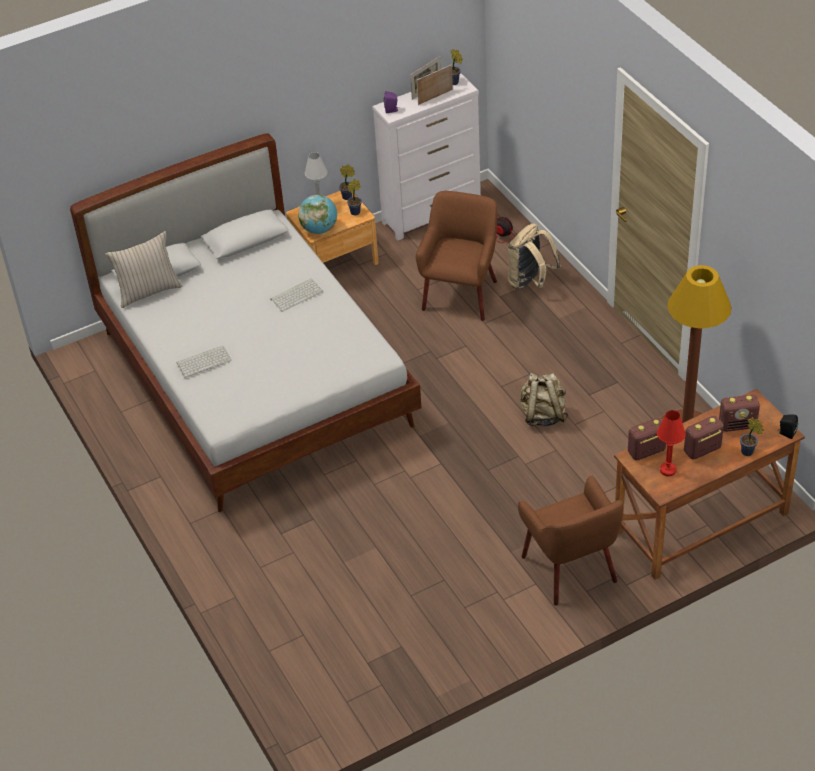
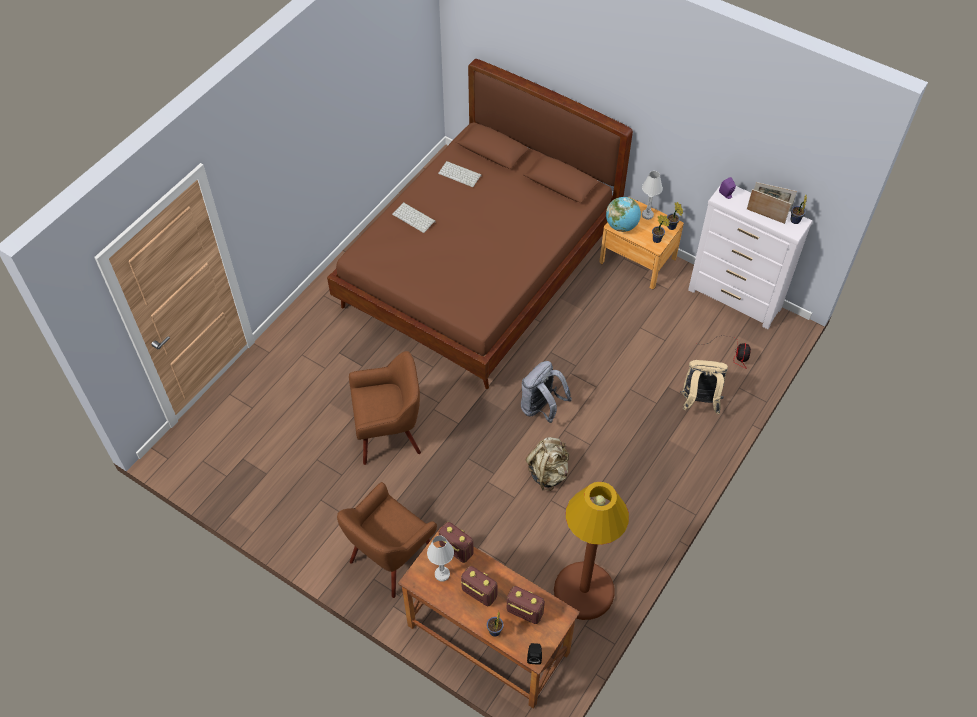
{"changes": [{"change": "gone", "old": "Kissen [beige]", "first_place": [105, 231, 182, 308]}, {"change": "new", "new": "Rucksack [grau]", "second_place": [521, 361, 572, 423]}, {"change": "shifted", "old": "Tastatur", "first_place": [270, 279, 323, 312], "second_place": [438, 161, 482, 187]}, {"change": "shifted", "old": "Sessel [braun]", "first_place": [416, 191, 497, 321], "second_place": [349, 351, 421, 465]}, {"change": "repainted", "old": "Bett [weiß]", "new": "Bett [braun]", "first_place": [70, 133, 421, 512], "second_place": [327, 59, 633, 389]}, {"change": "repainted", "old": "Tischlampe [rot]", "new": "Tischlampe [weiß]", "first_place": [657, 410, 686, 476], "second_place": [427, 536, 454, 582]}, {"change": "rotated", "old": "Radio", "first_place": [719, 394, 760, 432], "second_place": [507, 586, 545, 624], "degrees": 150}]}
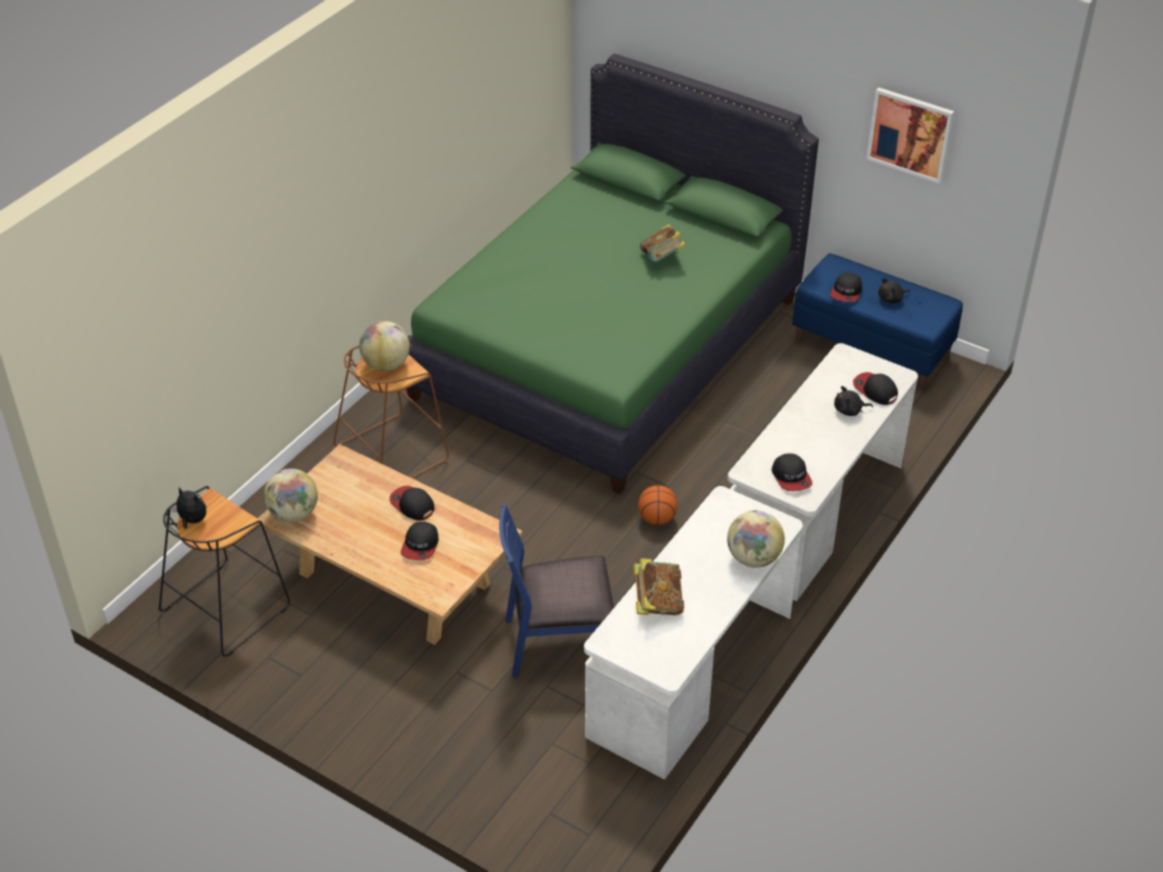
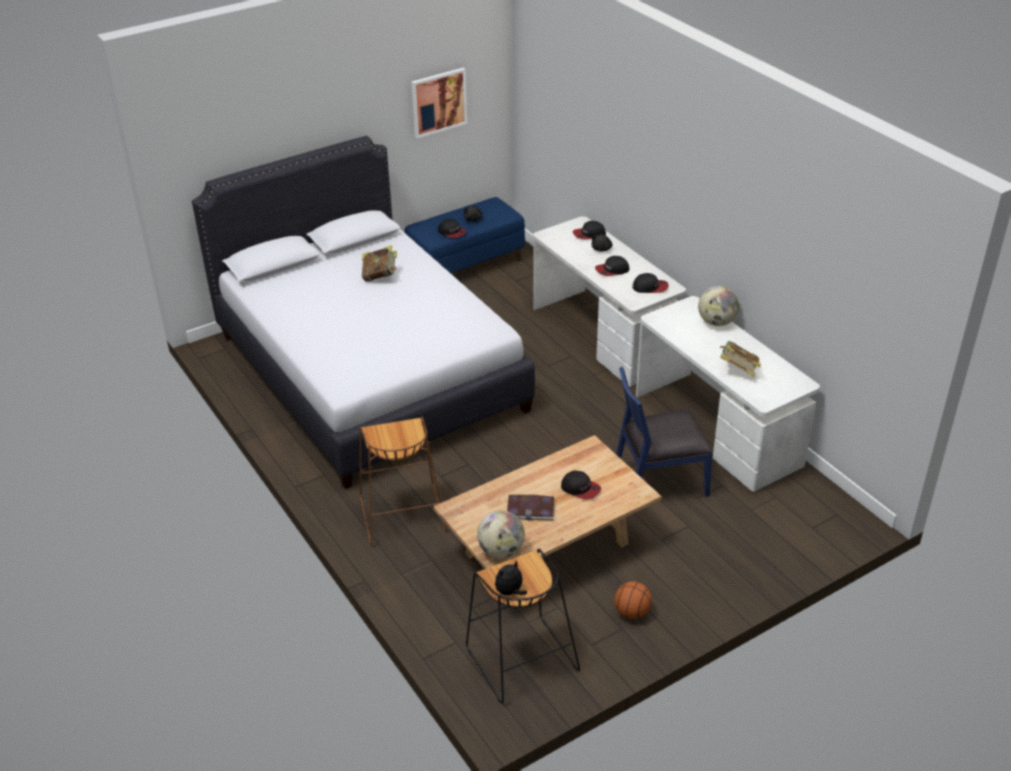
{"changes": [{"change": "gone", "old": "Globus", "first_place": [359, 321, 410, 371]}, {"change": "new", "new": "Buch", "second_place": [507, 495, 555, 520]}, {"change": "shifted", "old": "Kappe", "first_place": [390, 486, 435, 520], "second_place": [595, 256, 630, 276]}, {"change": "shifted", "old": "Basketball", "first_place": [638, 485, 678, 525], "second_place": [615, 581, 652, 619]}, {"change": "repainted", "old": "Bett [grün]", "new": "Bett [weiß]", "first_place": [406, 54, 819, 494], "second_place": [192, 136, 535, 489]}, {"change": "rotated", "old": "Stuhl [blau]", "first_place": [499, 503, 614, 678], "second_place": [616, 366, 713, 497], "degrees": 60}]}
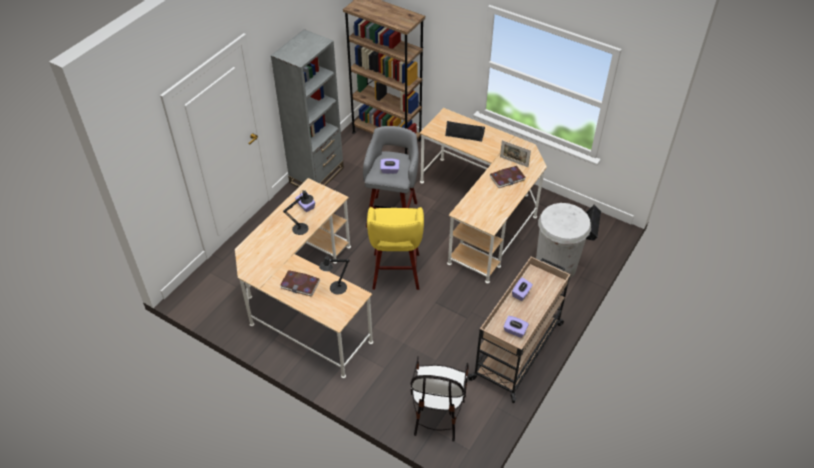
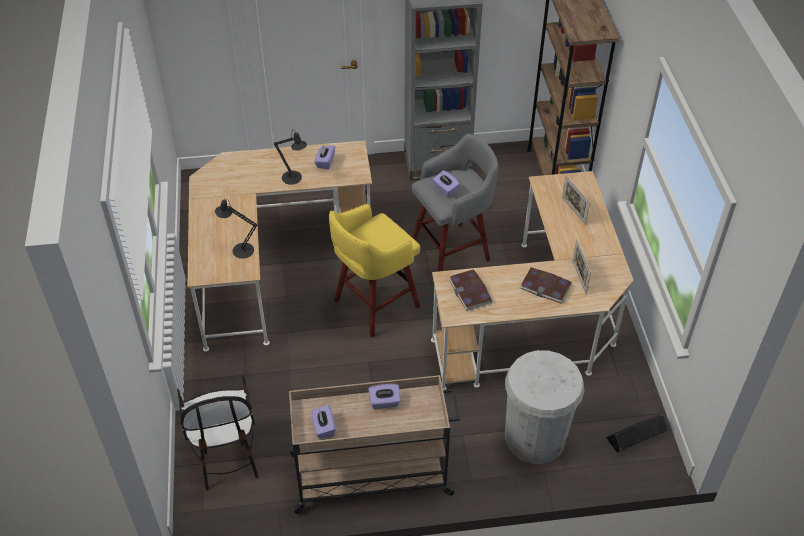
{"changes": [{"change": "shifted", "old": "Buch", "first_place": [280, 270, 320, 297], "second_place": [448, 269, 492, 311]}, {"change": "swapped", "old": "Lautsprecher [schwarz]", "new": "Bilderrahmen", "first_place": [445, 121, 485, 142], "second_place": [562, 176, 590, 225]}, {"change": "rotated", "old": "Stuhl", "first_place": [410, 356, 469, 442], "second_place": [177, 375, 259, 490], "degrees": -75}]}
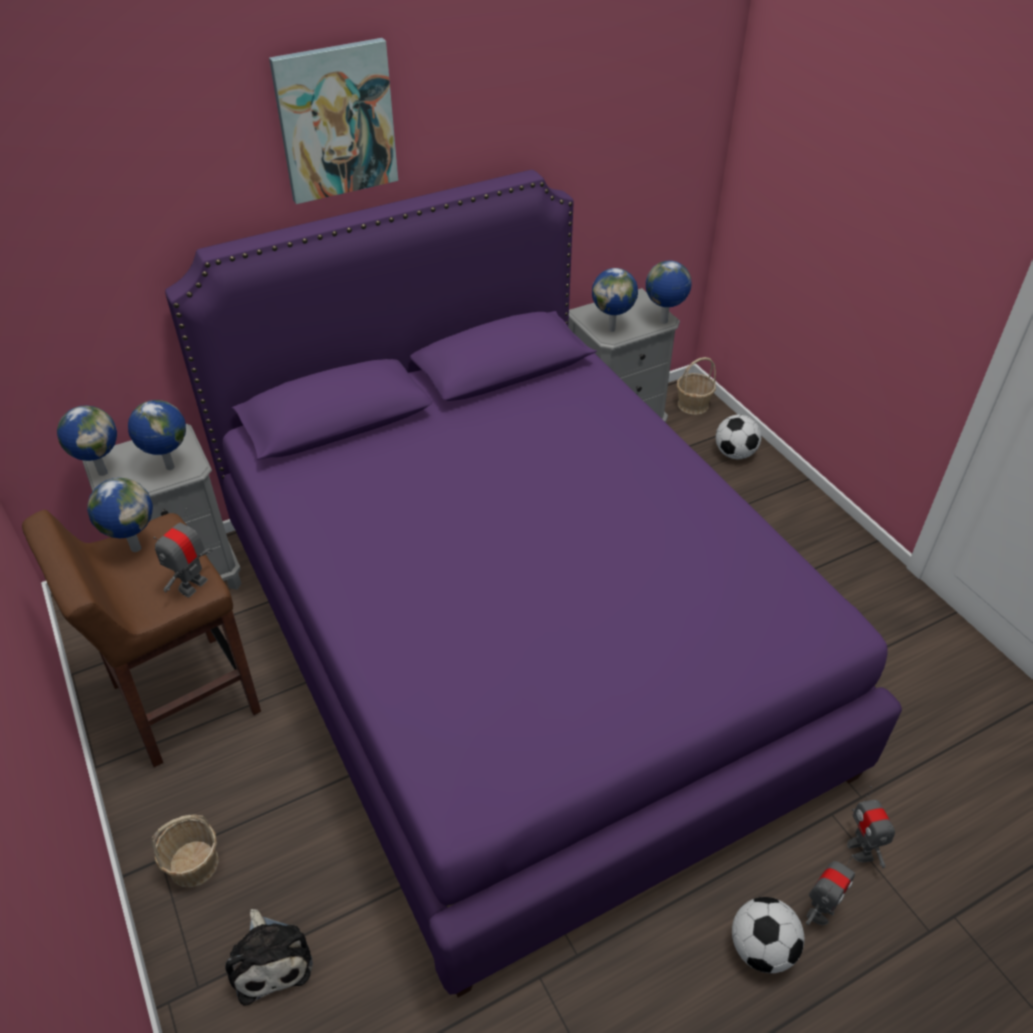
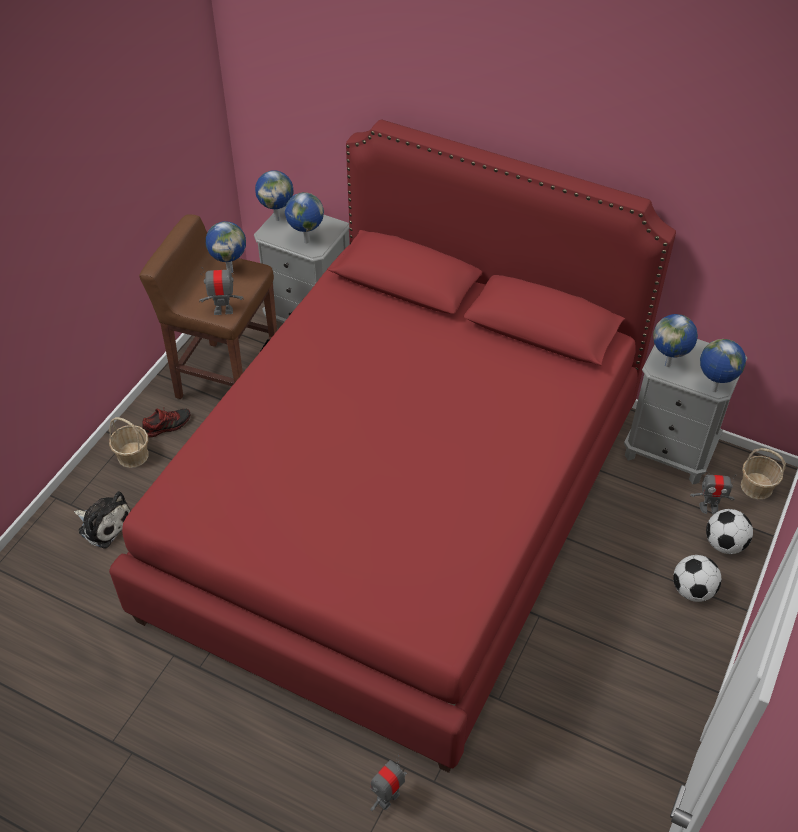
{"changes": [{"change": "gone", "old": "Bild", "first_place": [269, 38, 398, 204]}, {"change": "new", "new": "Schuh", "second_place": [142, 409, 190, 437]}, {"change": "shifted", "old": "Fußball", "first_place": [732, 897, 804, 973], "second_place": [673, 555, 721, 602]}, {"change": "shifted", "old": "Spielzeugroboter", "first_place": [806, 855, 855, 926], "second_place": [690, 471, 736, 514]}, {"change": "repainted", "old": "Bett [lila]", "new": "Bett [rot]", "first_place": [165, 170, 902, 997], "second_place": [109, 119, 676, 773]}, {"change": "rotated", "old": "Plüschtier", "first_place": [225, 909, 313, 1005], "second_place": [74, 491, 130, 548], "degrees": -90}]}
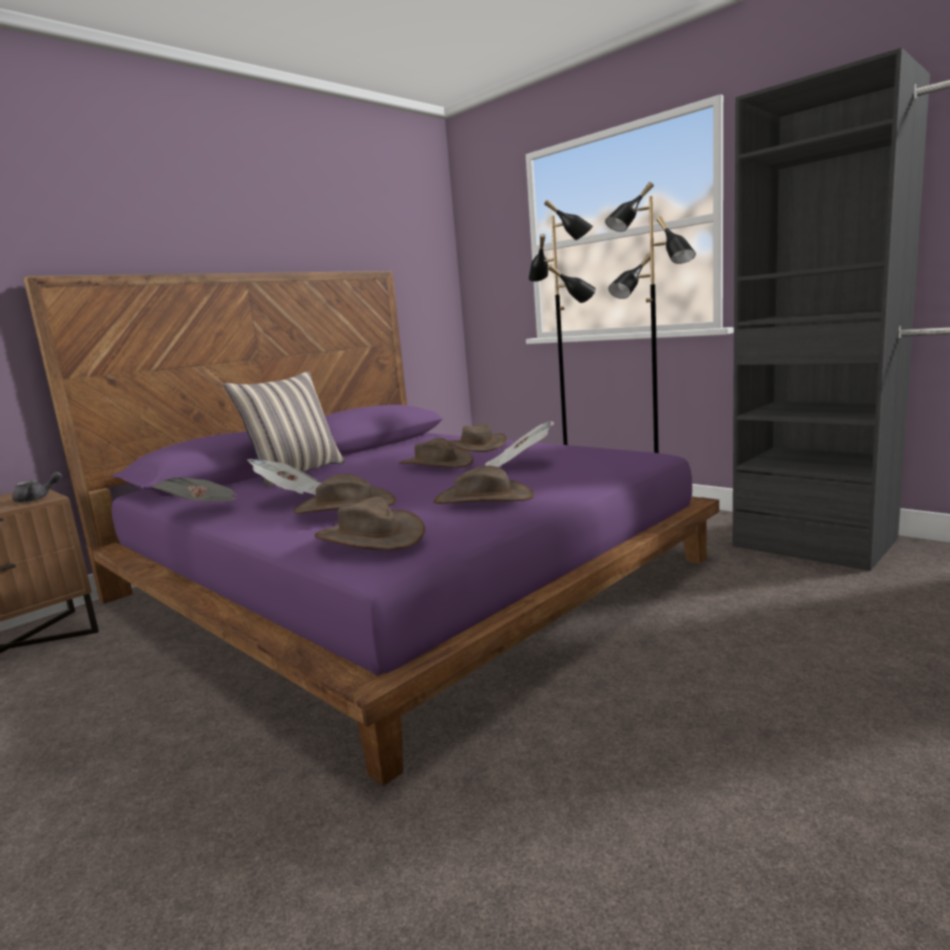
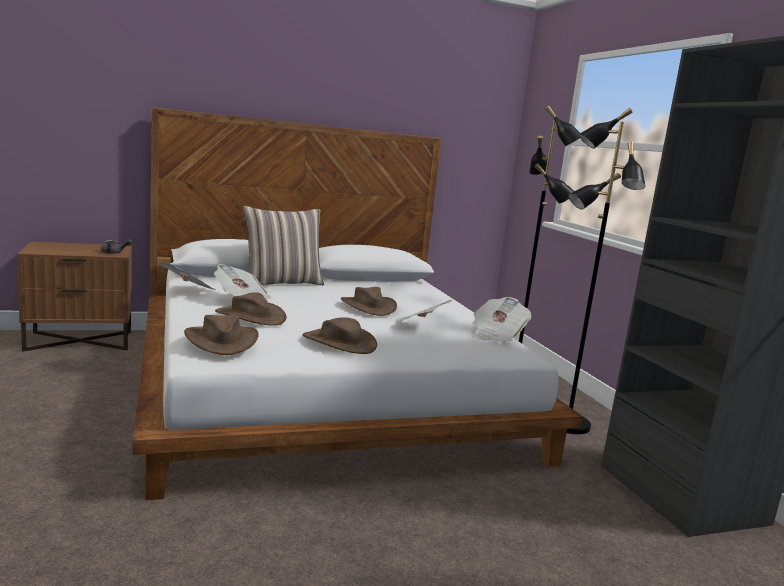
{"changes": [{"change": "gone", "old": "Hut [braun]", "first_place": [447, 424, 507, 452]}, {"change": "new", "new": "Zeitung", "second_place": [473, 297, 532, 341]}, {"change": "repainted", "old": "Bett [lila]", "new": "Bett [weiß]", "first_place": [23, 271, 719, 786], "second_place": [132, 107, 583, 500]}]}
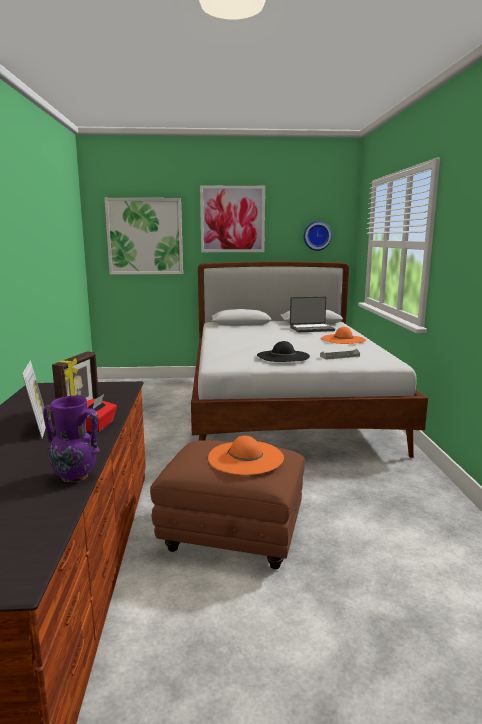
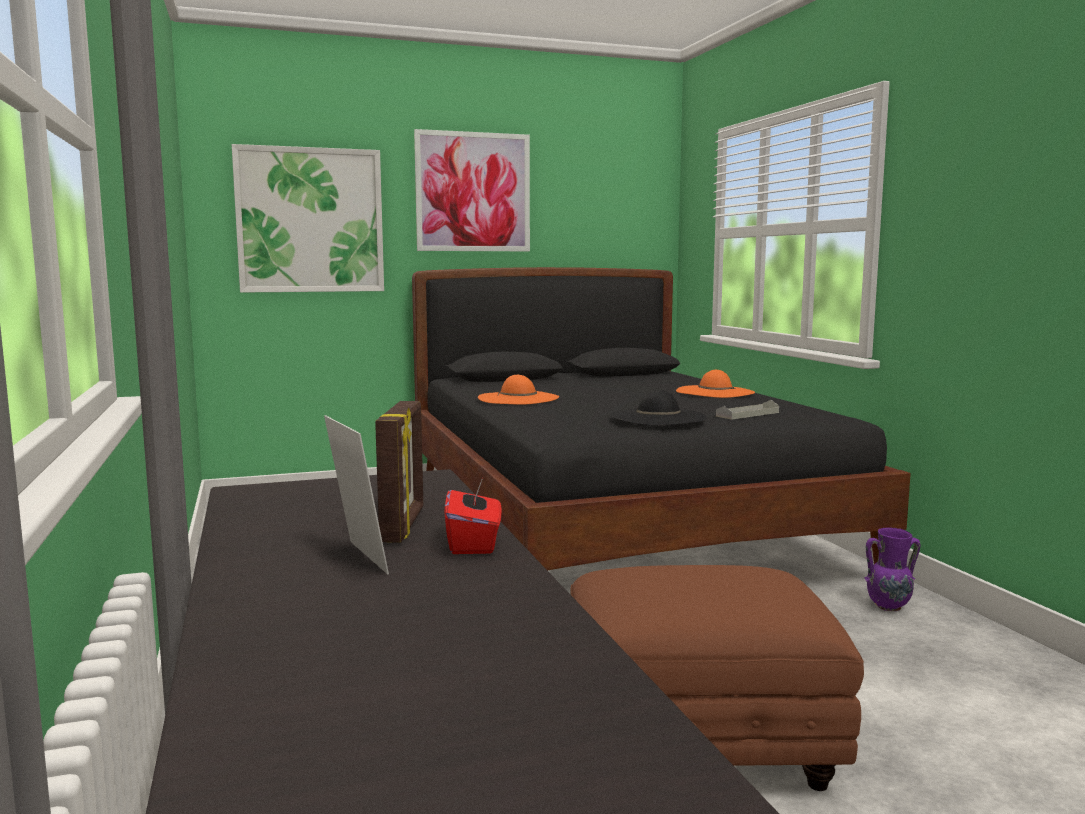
{"changes": [{"change": "gone", "old": "Laptop", "first_place": [290, 297, 335, 332]}, {"change": "gone", "old": "Wanduhr", "first_place": [304, 221, 332, 251]}, {"change": "shifted", "old": "Vase [lila]", "first_place": [43, 396, 100, 482], "second_place": [865, 527, 920, 611]}, {"change": "shifted", "old": "Hut [orange]", "first_place": [208, 436, 284, 475], "second_place": [478, 375, 559, 405]}, {"change": "repainted", "old": "Bett [weiß]", "new": "Bett [schwarz]", "first_place": [191, 261, 428, 458], "second_place": [412, 267, 911, 570]}]}
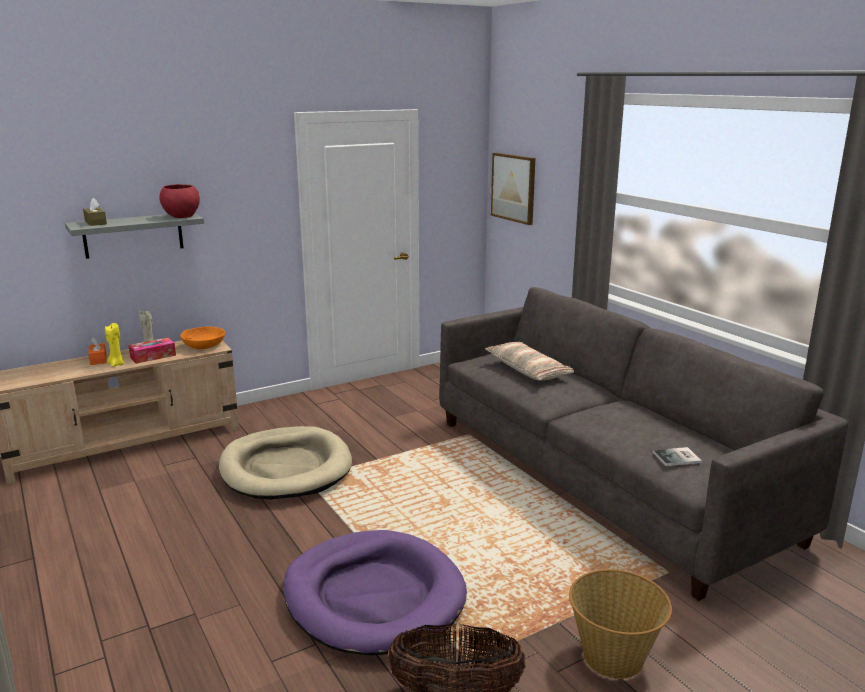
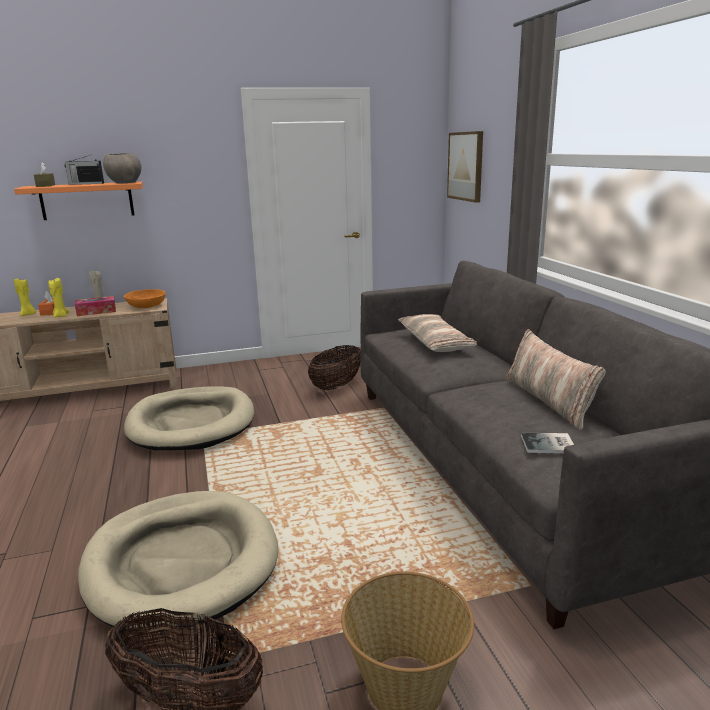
{"changes": [{"change": "new", "new": "Kerze [gelb]", "second_place": [14, 279, 36, 316]}, {"change": "new", "new": "Radio", "second_place": [64, 155, 104, 185]}, {"change": "new", "new": "Korb", "second_place": [308, 345, 361, 390]}, {"change": "new", "new": "Kissen", "second_place": [506, 329, 605, 430]}, {"change": "repainted", "old": "Wandregal [grau]", "new": "Wandregal [orange]", "first_place": [65, 213, 204, 259], "second_place": [14, 182, 143, 220]}, {"change": "repainted", "old": "Schüssel [rot]", "new": "Schüssel [grau]", "first_place": [159, 184, 200, 218], "second_place": [103, 153, 141, 184]}, {"change": "repainted", "old": "Hundebett [lila]", "new": "Hundebett [beige]", "first_place": [283, 530, 467, 655], "second_place": [78, 491, 278, 631]}]}
